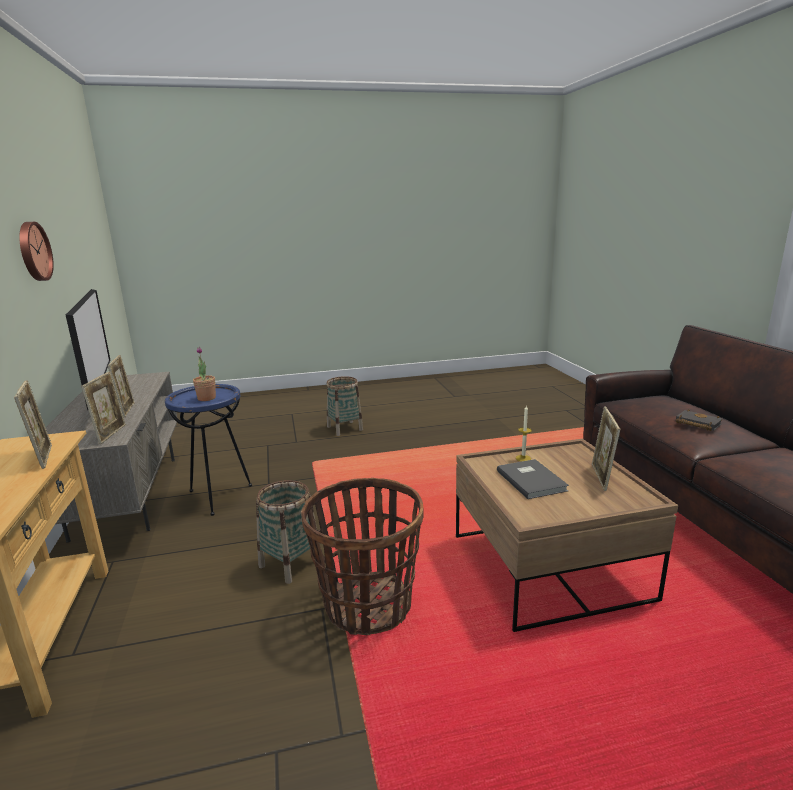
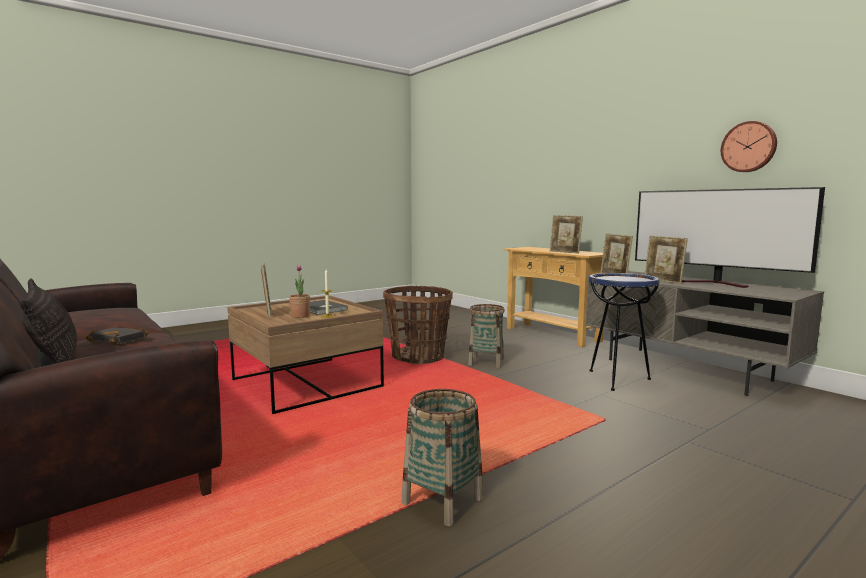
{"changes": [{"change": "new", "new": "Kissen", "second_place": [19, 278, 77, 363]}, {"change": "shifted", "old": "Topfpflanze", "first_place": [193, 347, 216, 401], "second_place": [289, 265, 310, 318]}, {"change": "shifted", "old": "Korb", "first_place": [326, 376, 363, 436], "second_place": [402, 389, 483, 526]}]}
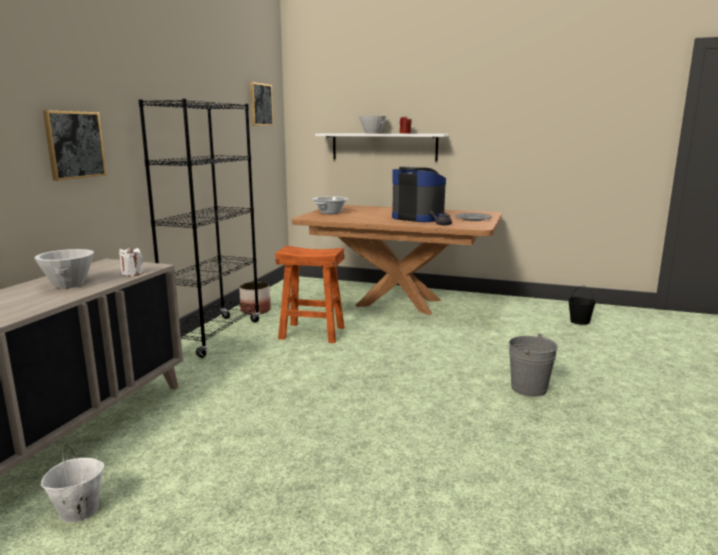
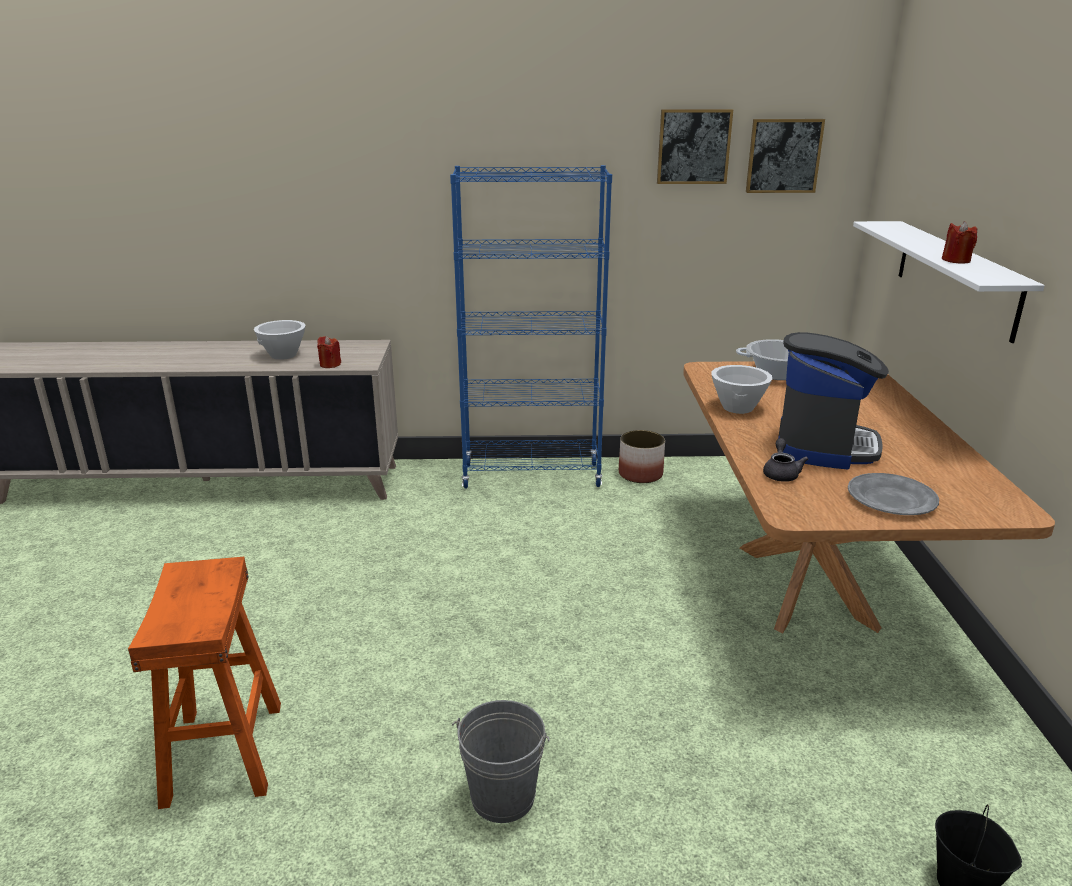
{"changes": [{"change": "gone", "old": "Eimer [weiß]", "first_place": [41, 445, 104, 523]}, {"change": "shifted", "old": "Bild", "first_place": [43, 110, 107, 181], "second_place": [657, 109, 733, 184]}, {"change": "shifted", "old": "Hocker [orange]", "first_place": [275, 245, 345, 343], "second_place": [128, 557, 281, 809]}, {"change": "shifted", "old": "Schüssel [weiß]", "first_place": [359, 116, 387, 134], "second_place": [711, 365, 772, 414]}, {"change": "repainted", "old": "Kerze [weiß]", "new": "Kerze [rot]", "first_place": [119, 246, 143, 276], "second_place": [317, 336, 341, 368]}, {"change": "repainted", "old": "Bücherregal [schwarz]", "new": "Bücherregal [blau]", "first_place": [139, 99, 260, 358], "second_place": [450, 165, 612, 489]}]}
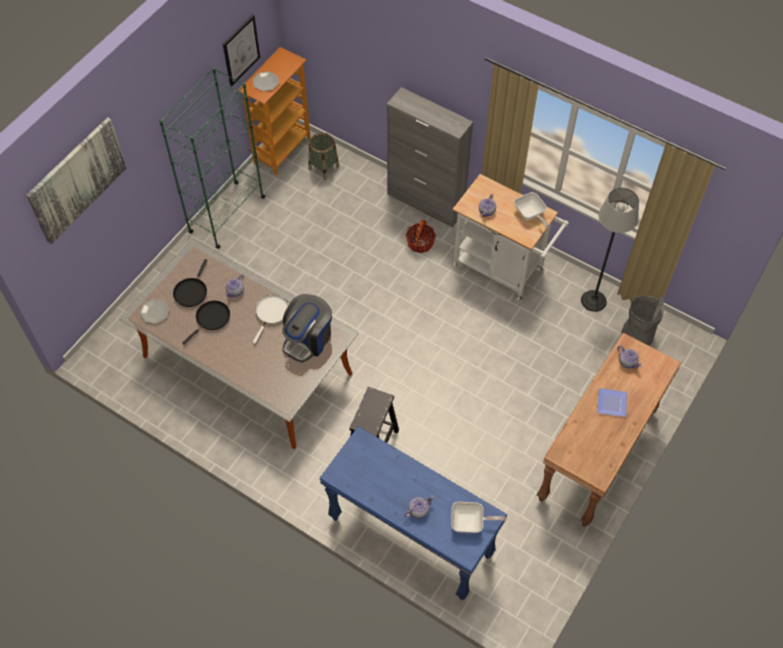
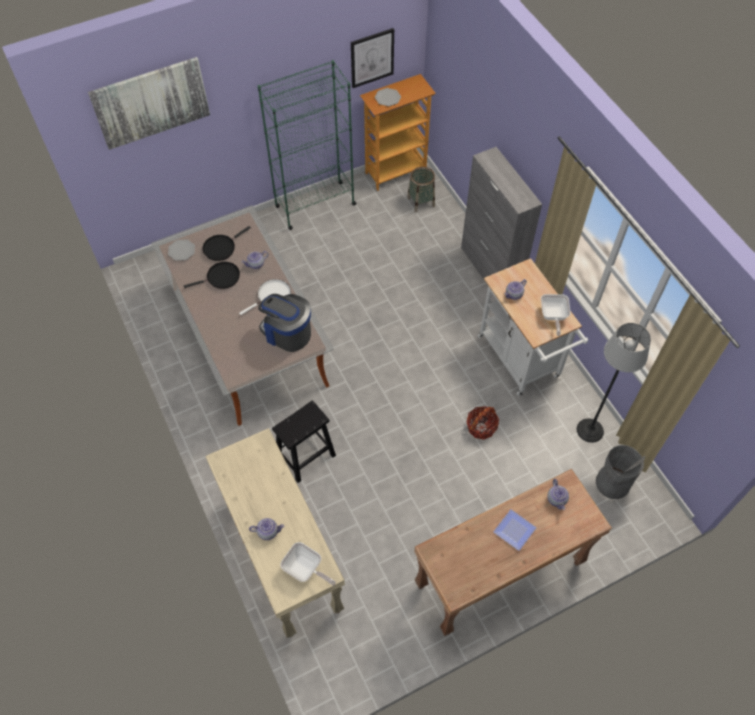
{"changes": [{"change": "shifted", "old": "Korb", "first_place": [406, 220, 436, 253], "second_place": [467, 406, 499, 440]}, {"change": "repainted", "old": "Konsolentisch [blau]", "new": "Konsolentisch [beige]", "first_place": [320, 426, 507, 600], "second_place": [205, 428, 345, 638]}, {"change": "rotated", "old": "Kaffeemaschine", "first_place": [282, 294, 332, 363], "second_place": [258, 294, 311, 352], "degrees": 60}]}
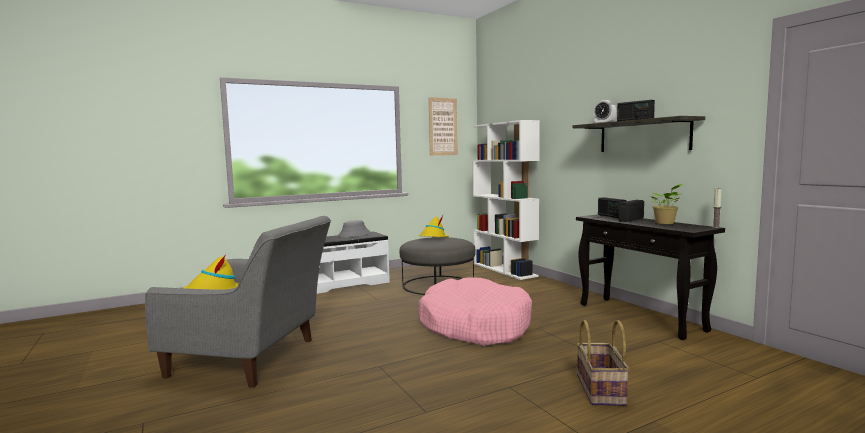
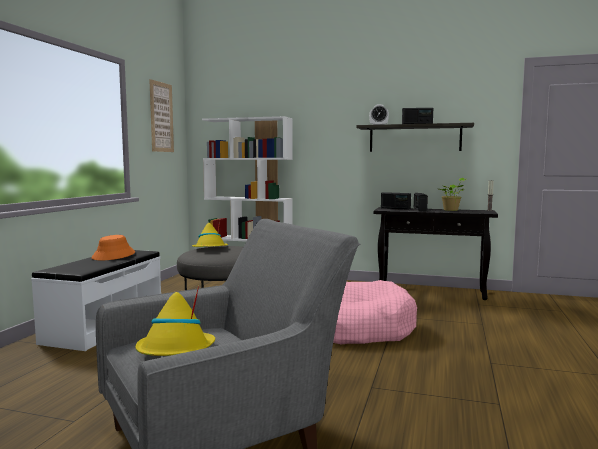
{"changes": [{"change": "gone", "old": "Korb", "first_place": [577, 320, 629, 406]}, {"change": "repainted", "old": "Hut [grau]", "new": "Hut [orange]", "first_place": [337, 220, 371, 238], "second_place": [91, 235, 135, 261]}]}
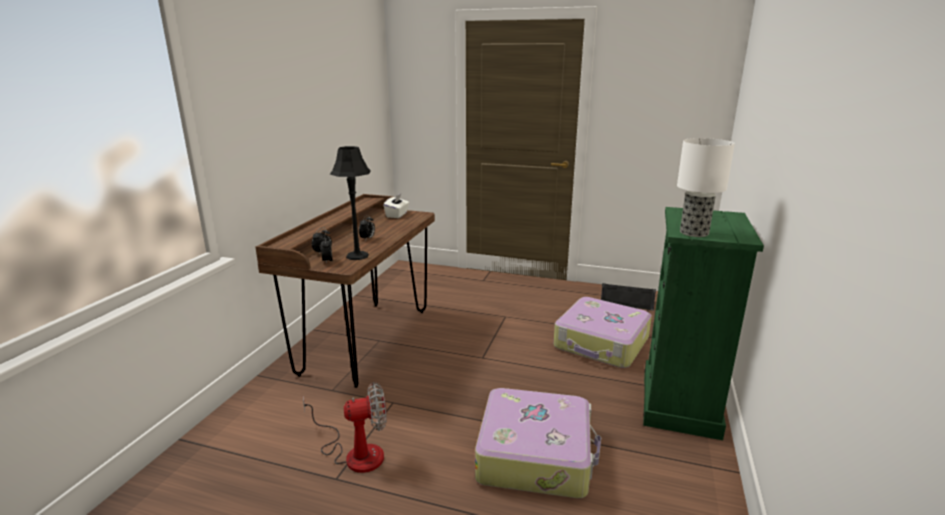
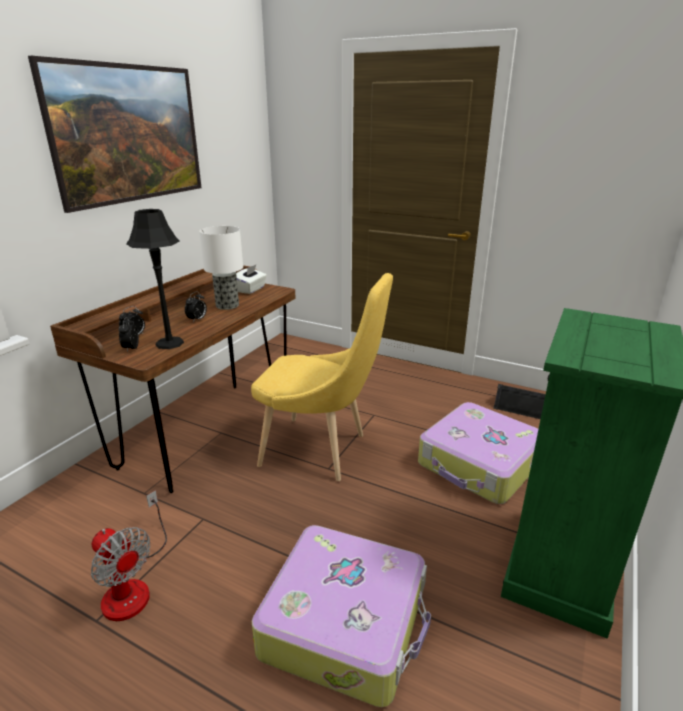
{"changes": [{"change": "new", "new": "Bild", "second_place": [28, 56, 201, 213]}, {"change": "new", "new": "Stuhl [gelb]", "second_place": [251, 273, 393, 481]}, {"change": "shifted", "old": "Tischlampe", "first_place": [677, 138, 735, 237], "second_place": [199, 226, 243, 310]}, {"change": "rotated", "old": "Ventilator", "first_place": [303, 382, 387, 473], "second_place": [91, 490, 167, 621], "degrees": 45}]}
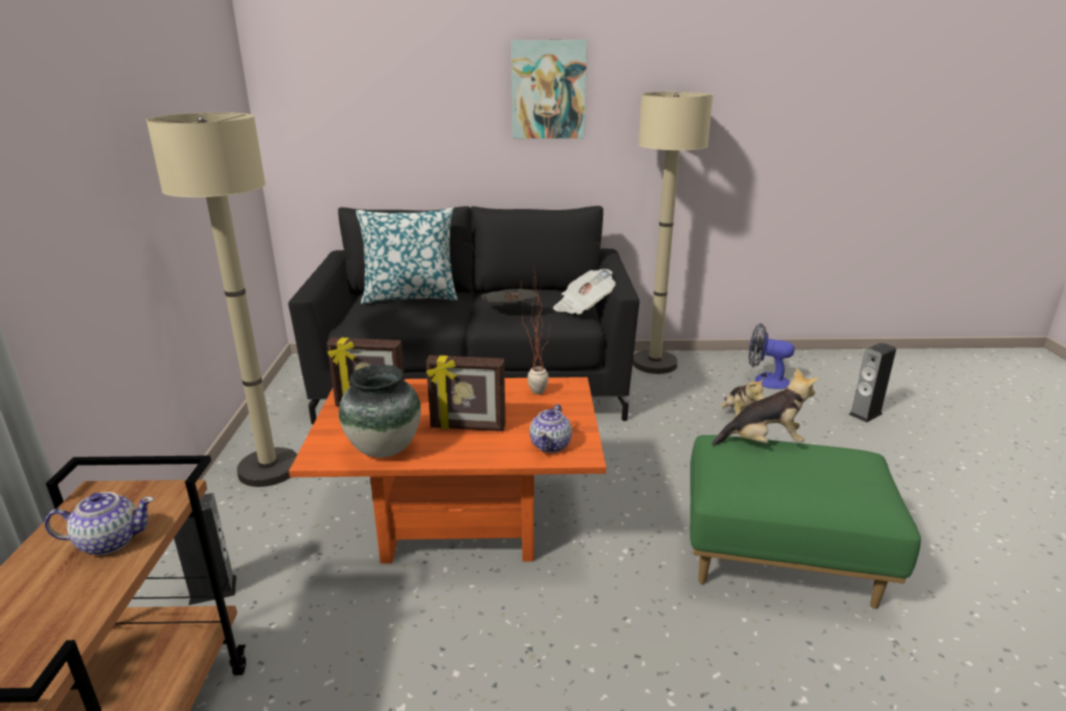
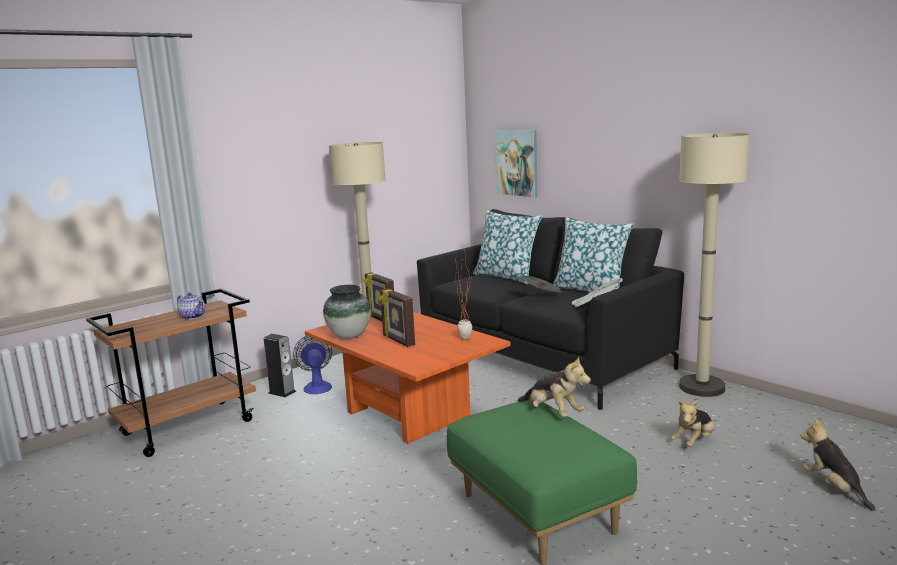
{"changes": [{"change": "gone", "old": "Teekanne", "first_place": [530, 404, 572, 453]}, {"change": "new", "new": "Kissen", "second_place": [553, 217, 634, 292]}, {"change": "shifted", "old": "Bild", "first_place": [511, 40, 587, 139], "second_place": [495, 130, 537, 197]}, {"change": "shifted", "old": "Ventilator", "first_place": [749, 323, 795, 389], "second_place": [293, 336, 332, 394]}, {"change": "swapped", "old": "Lautsprecher", "new": "Plüschtier", "first_place": [848, 342, 896, 423], "second_place": [800, 418, 876, 511]}]}
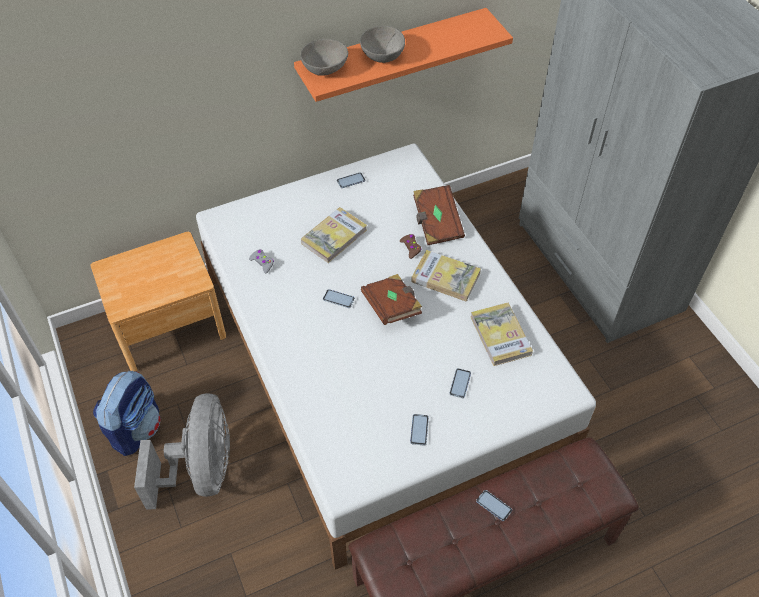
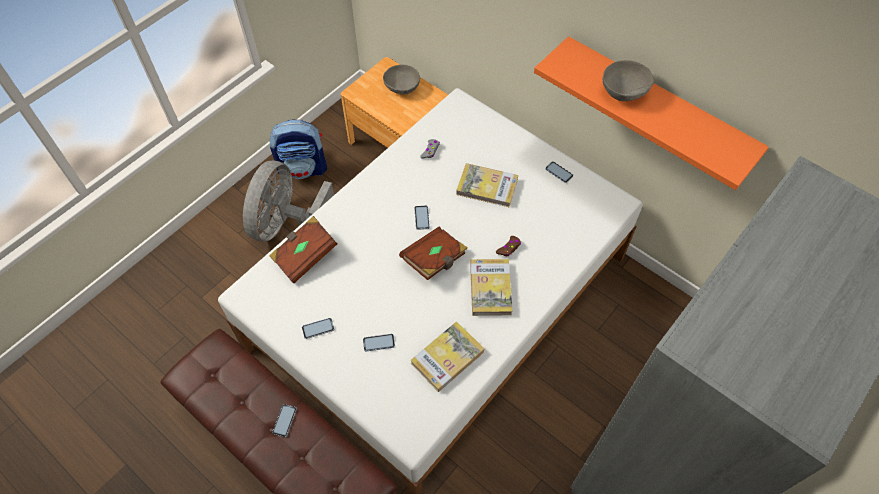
{"changes": [{"change": "shifted", "old": "Schüssel [grau]", "first_place": [300, 39, 348, 76], "second_place": [383, 64, 420, 94]}, {"change": "shifted", "old": "Buch [braun]", "first_place": [413, 185, 465, 245], "second_place": [269, 216, 338, 283]}, {"change": "rotated", "old": "Ventilator [grau]", "first_place": [134, 393, 230, 510], "second_place": [243, 161, 334, 241], "degrees": 135}]}
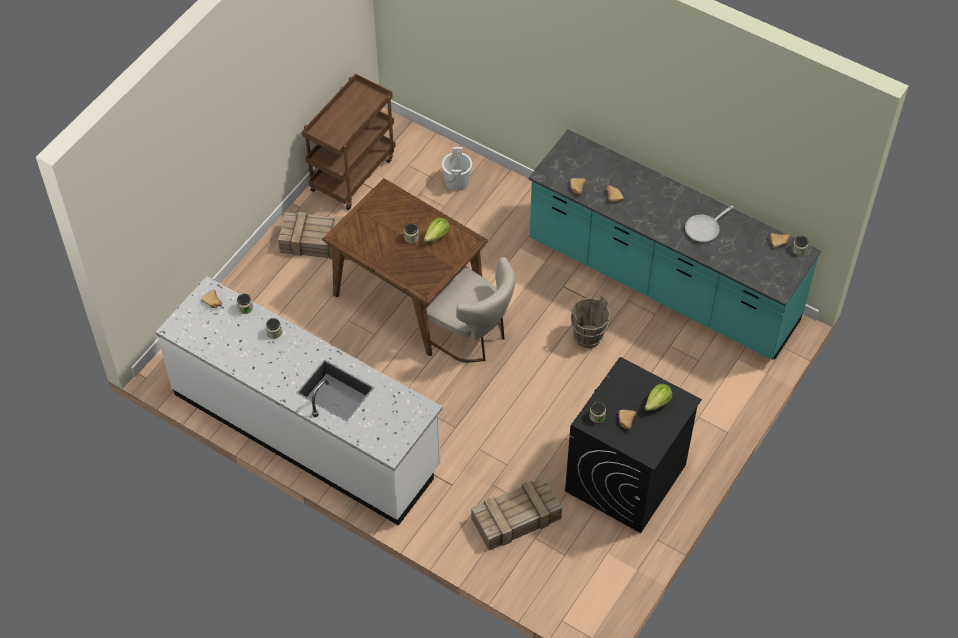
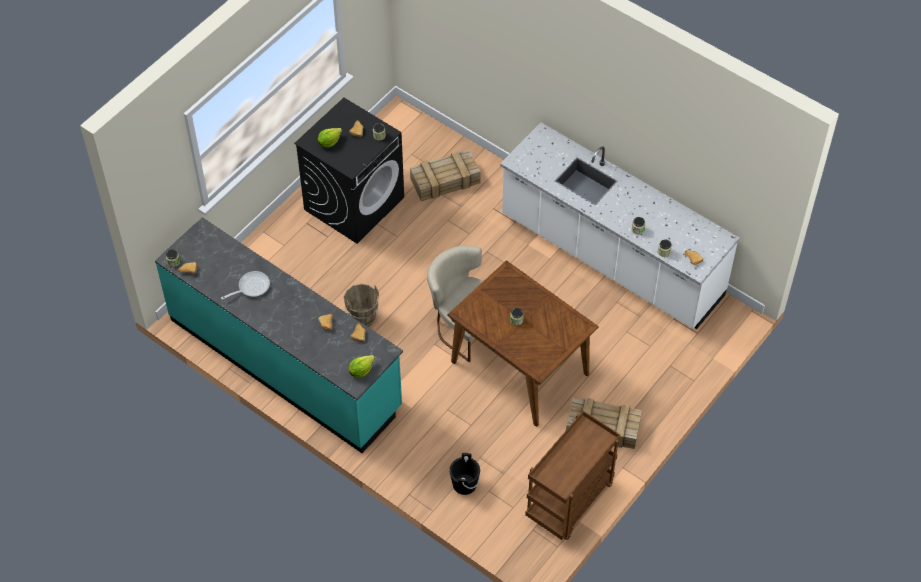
{"changes": [{"change": "shifted", "old": "Salatkopf", "first_place": [424, 218, 450, 242], "second_place": [349, 355, 375, 378]}, {"change": "repainted", "old": "Eimer [weiß]", "new": "Eimer [schwarz]", "first_place": [442, 147, 472, 191], "second_place": [449, 453, 480, 495]}]}
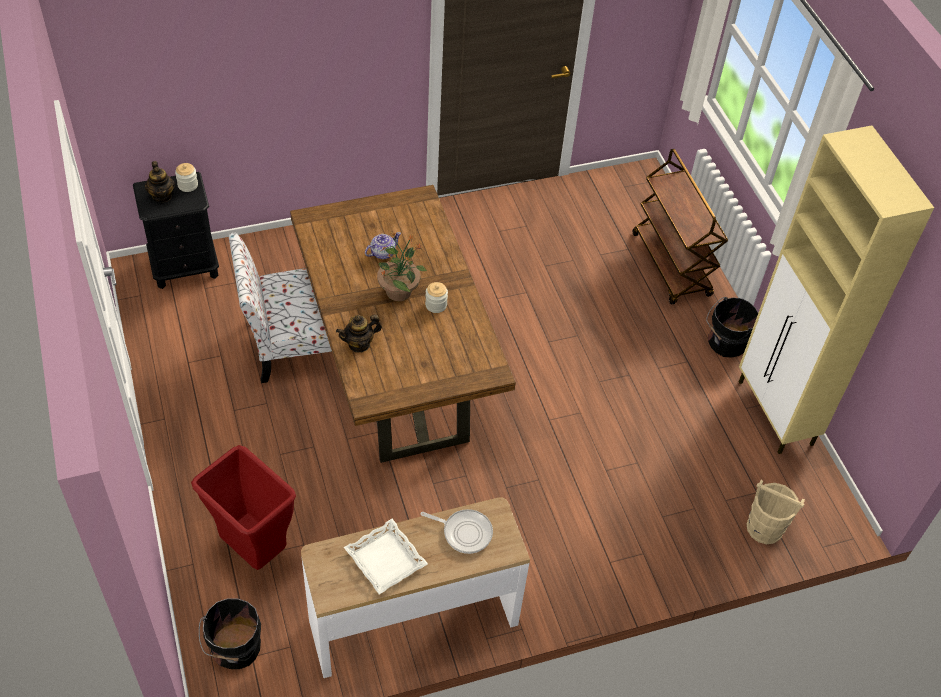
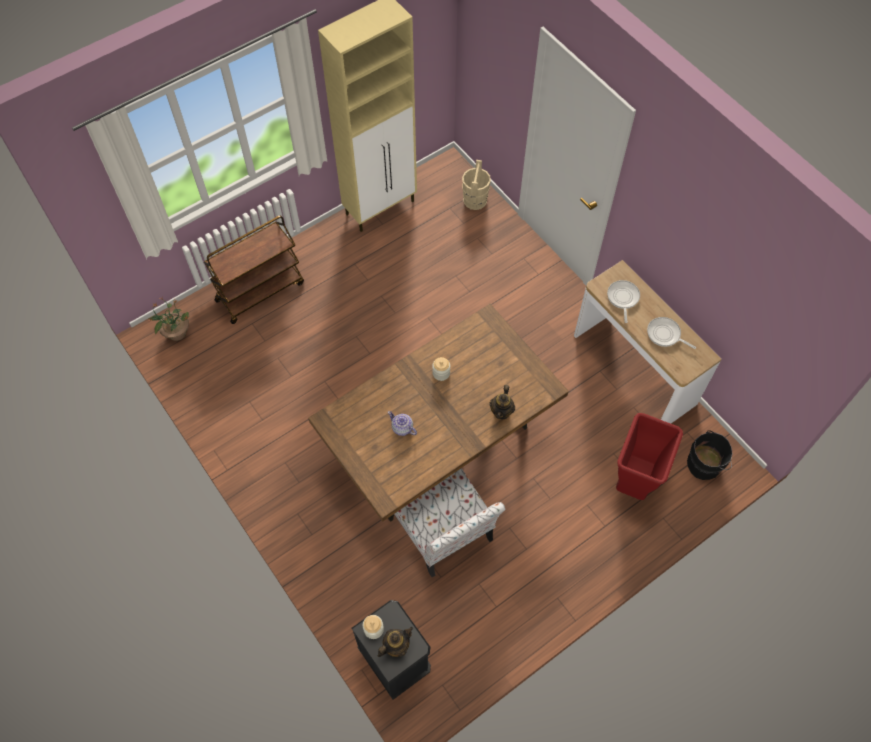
{"changes": [{"change": "gone", "old": "Eimer [schwarz]", "first_place": [706, 297, 758, 358]}, {"change": "shifted", "old": "Topfpflanze", "first_place": [377, 232, 427, 301], "second_place": [149, 297, 190, 341]}, {"change": "swapped", "old": "Tablett [weiß]", "new": "Pfanne", "first_place": [344, 519, 428, 595], "second_place": [647, 317, 696, 349]}, {"change": "rotated", "old": "Teekanne", "first_place": [336, 314, 382, 353], "second_place": [490, 385, 515, 420], "degrees": 60}]}
